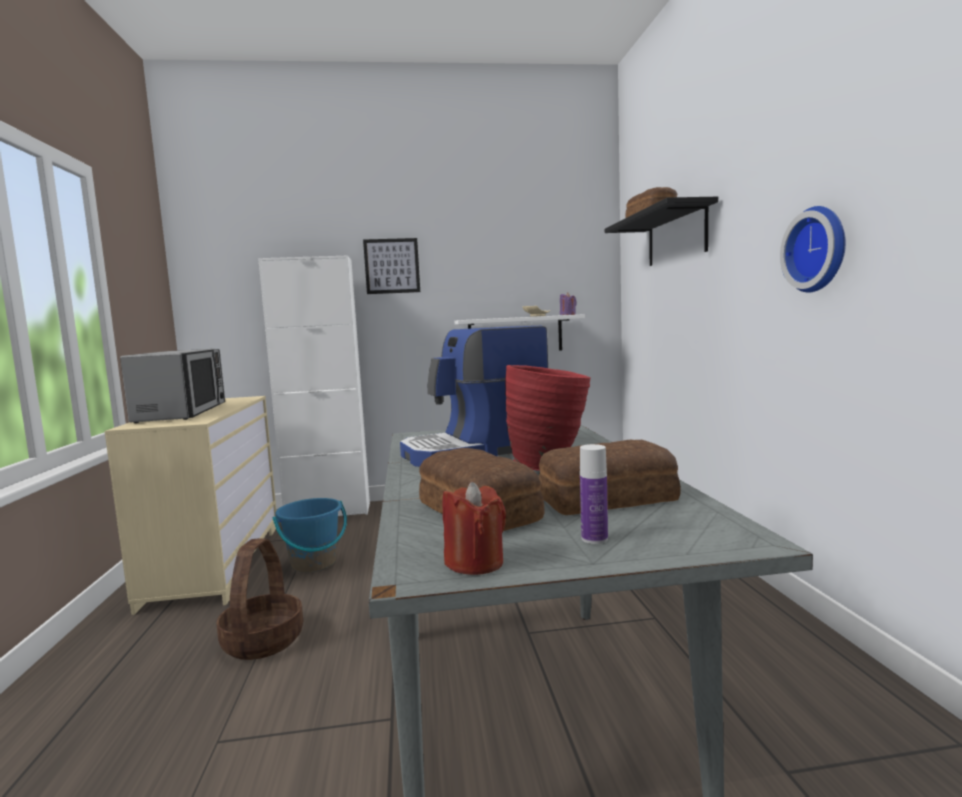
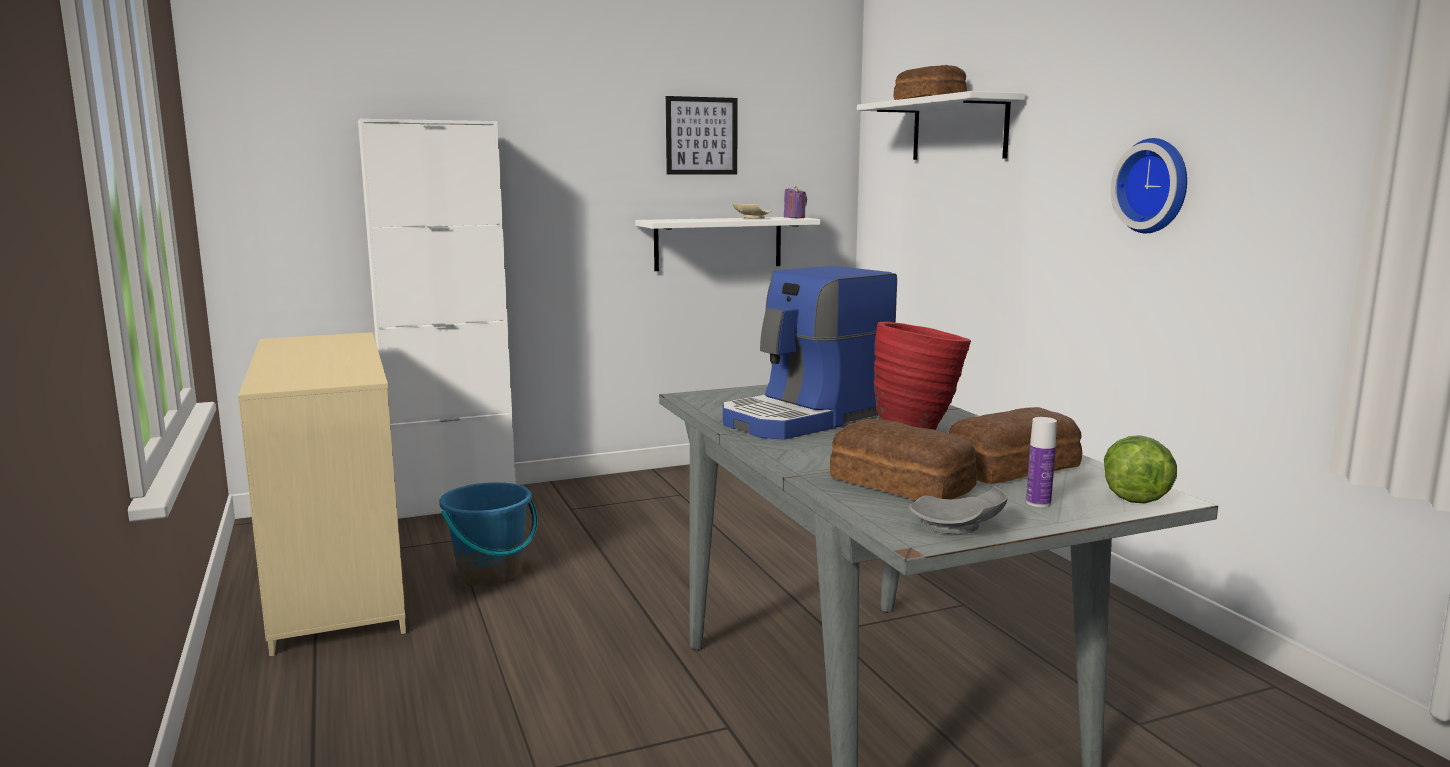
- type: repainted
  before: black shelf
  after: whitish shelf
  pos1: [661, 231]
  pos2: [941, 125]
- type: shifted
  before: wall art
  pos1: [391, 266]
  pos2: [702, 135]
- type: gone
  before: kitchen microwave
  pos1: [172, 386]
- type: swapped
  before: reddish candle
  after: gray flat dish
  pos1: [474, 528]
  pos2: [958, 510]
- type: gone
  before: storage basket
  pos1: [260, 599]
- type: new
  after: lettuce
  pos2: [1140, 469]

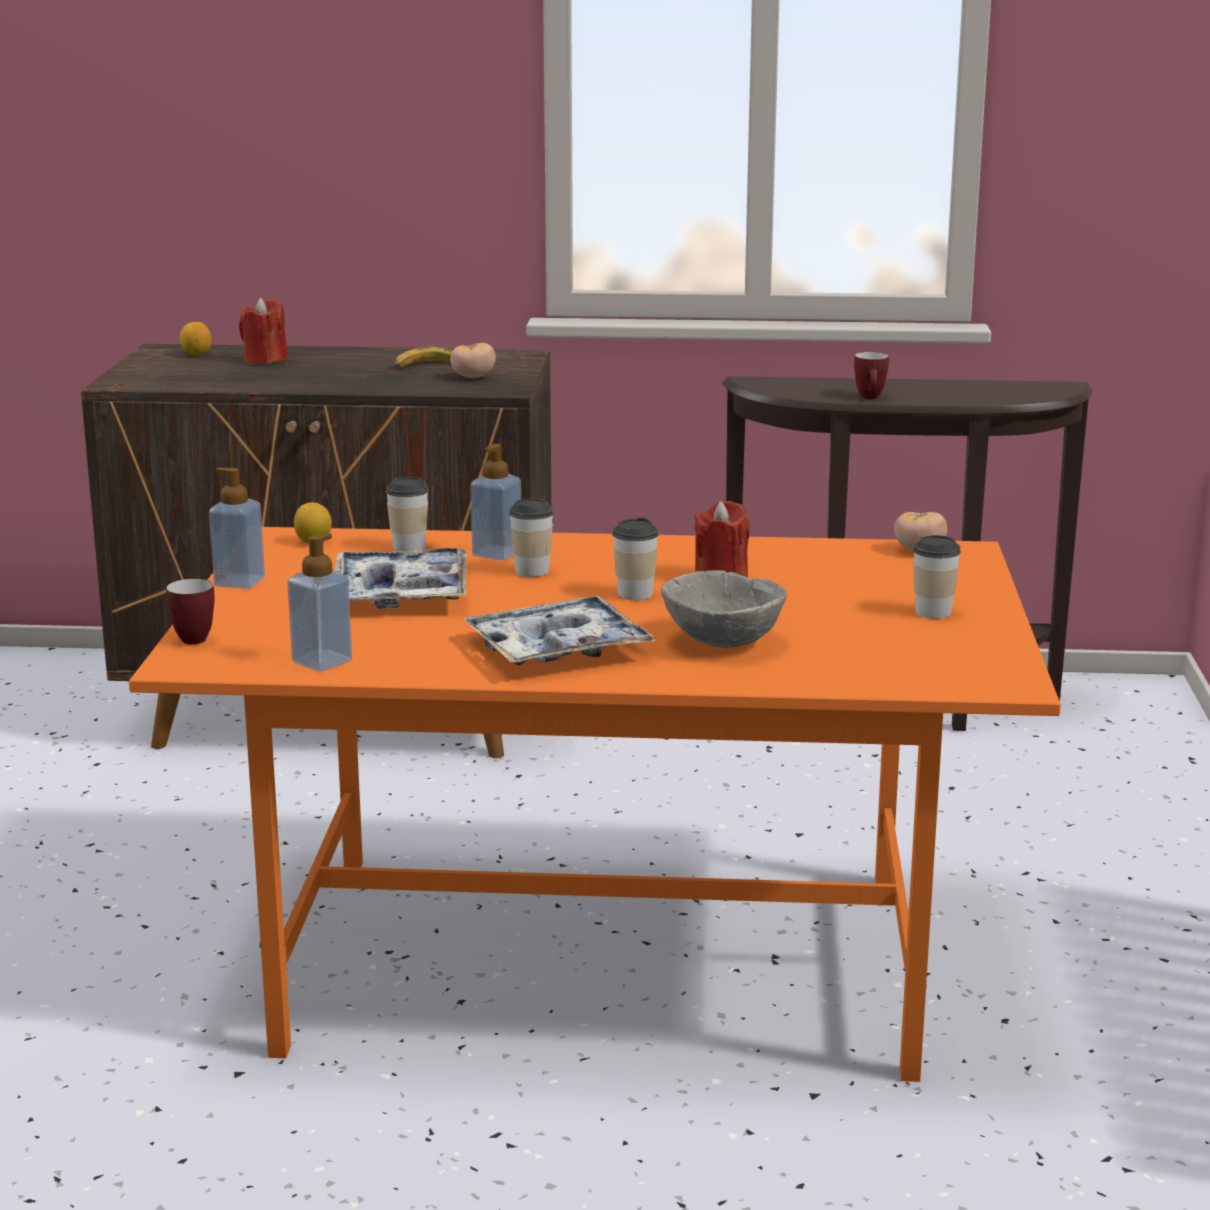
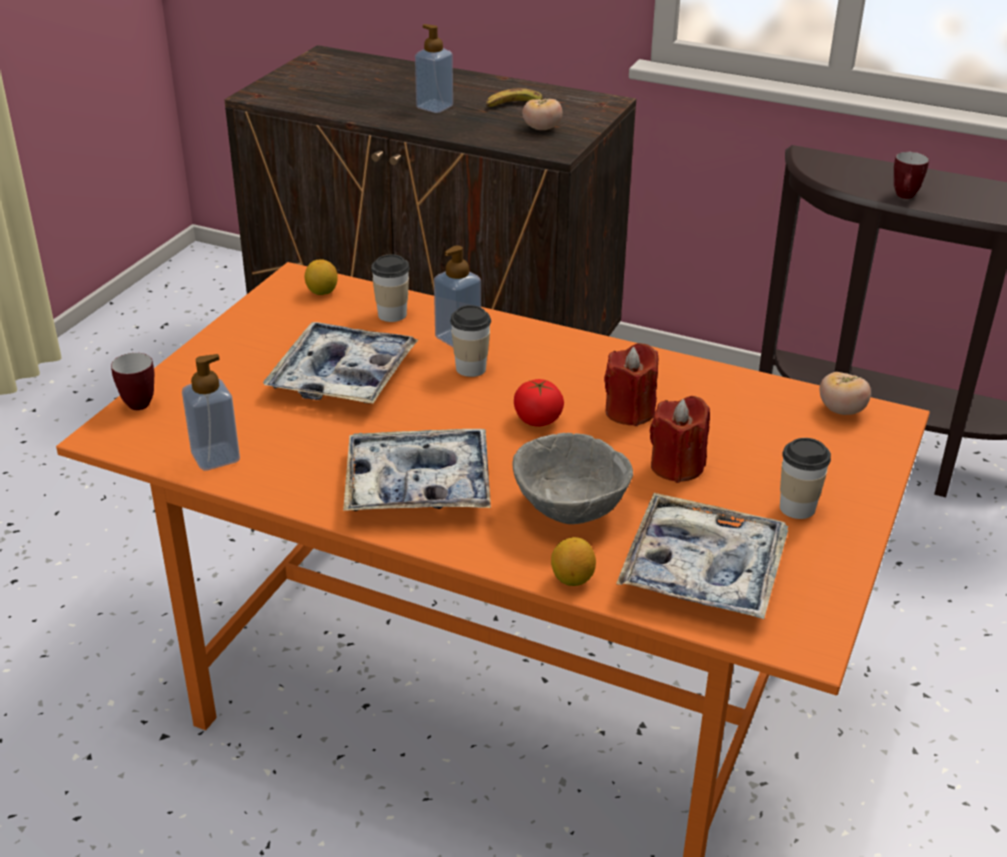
- type: shifted
  before: reddish candle
  pos1: [263, 331]
  pos2: [680, 439]
- type: shifted
  before: citrus fruit
  pos1: [196, 339]
  pos2: [573, 561]
- type: shifted
  before: liquid soap bottle
  pos1: [237, 528]
  pos2: [434, 68]
- type: swapped
  before: cup
  after: fresh tomato
  pos1: [635, 558]
  pos2: [539, 403]
- type: new
  after: tray
  pos2: [702, 556]

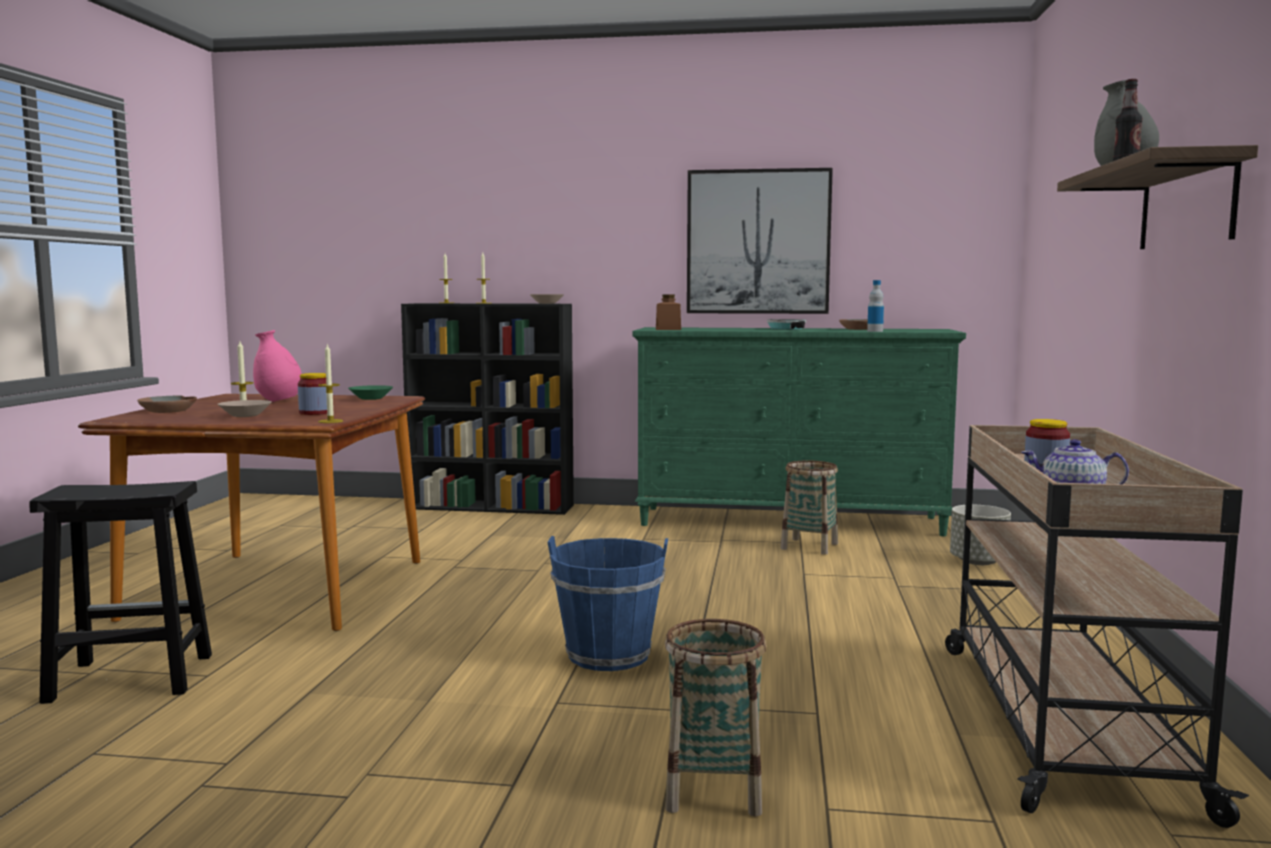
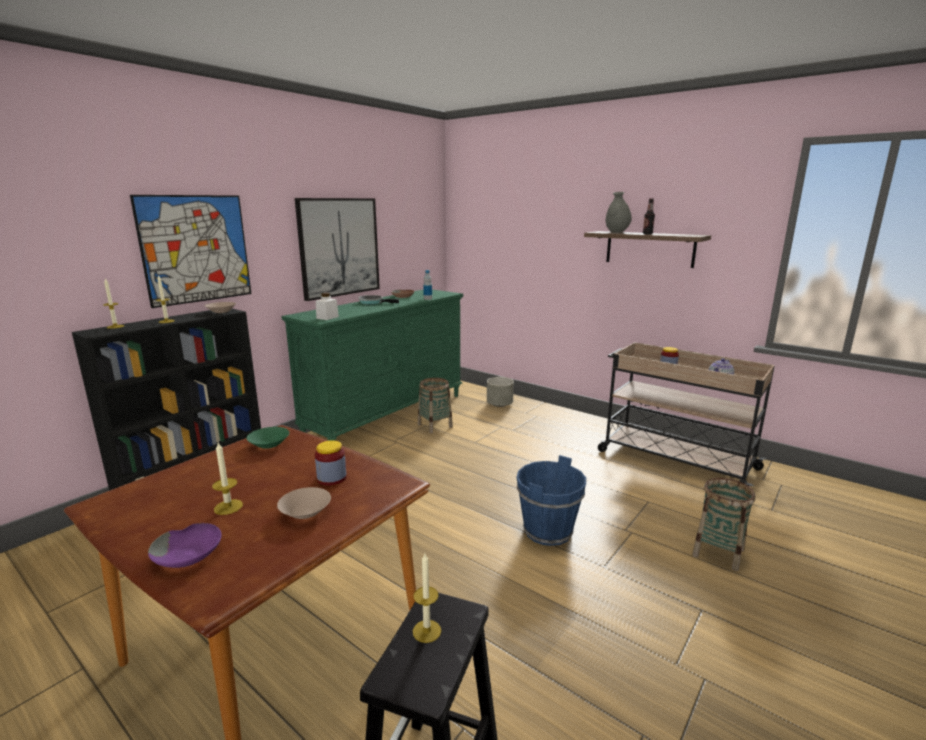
- type: repainted
  before: brownish storage jar
  after: whitish storage jar
  pos1: [668, 312]
  pos2: [327, 306]
- type: gone
  before: pink flower vase
  pos1: [277, 366]
- type: shifted
  before: candle
  pos1: [330, 383]
  pos2: [427, 598]
- type: repainted
  before: brownish serving bowl
  after: purple serving bowl
  pos1: [167, 404]
  pos2: [185, 545]
- type: new
  after: wall art
  pos2: [190, 251]

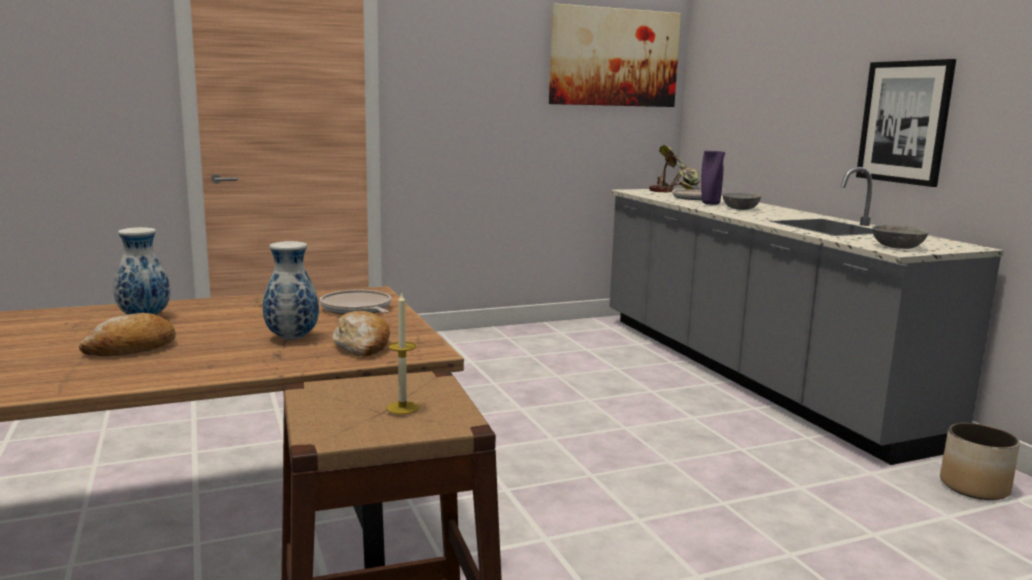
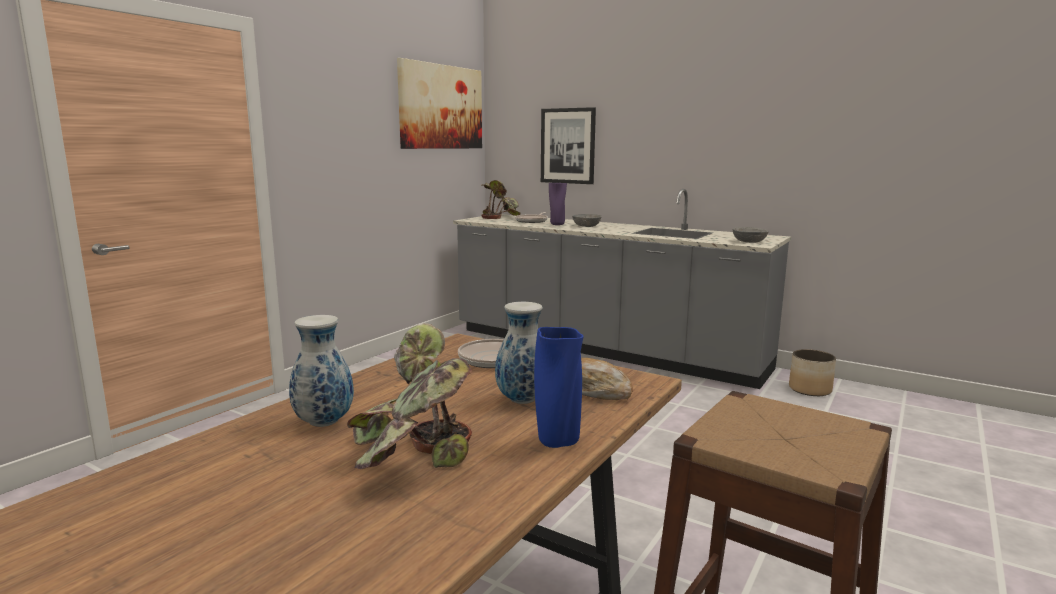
- type: shifted
  before: wall art
  pos1: [906, 123]
  pos2: [568, 145]
- type: gone
  before: candle
  pos1: [402, 353]
- type: swapped
  before: baked bread
  after: houseplant
  pos1: [127, 334]
  pos2: [409, 396]
- type: new
  after: bluish flower vase
  pos2: [559, 387]

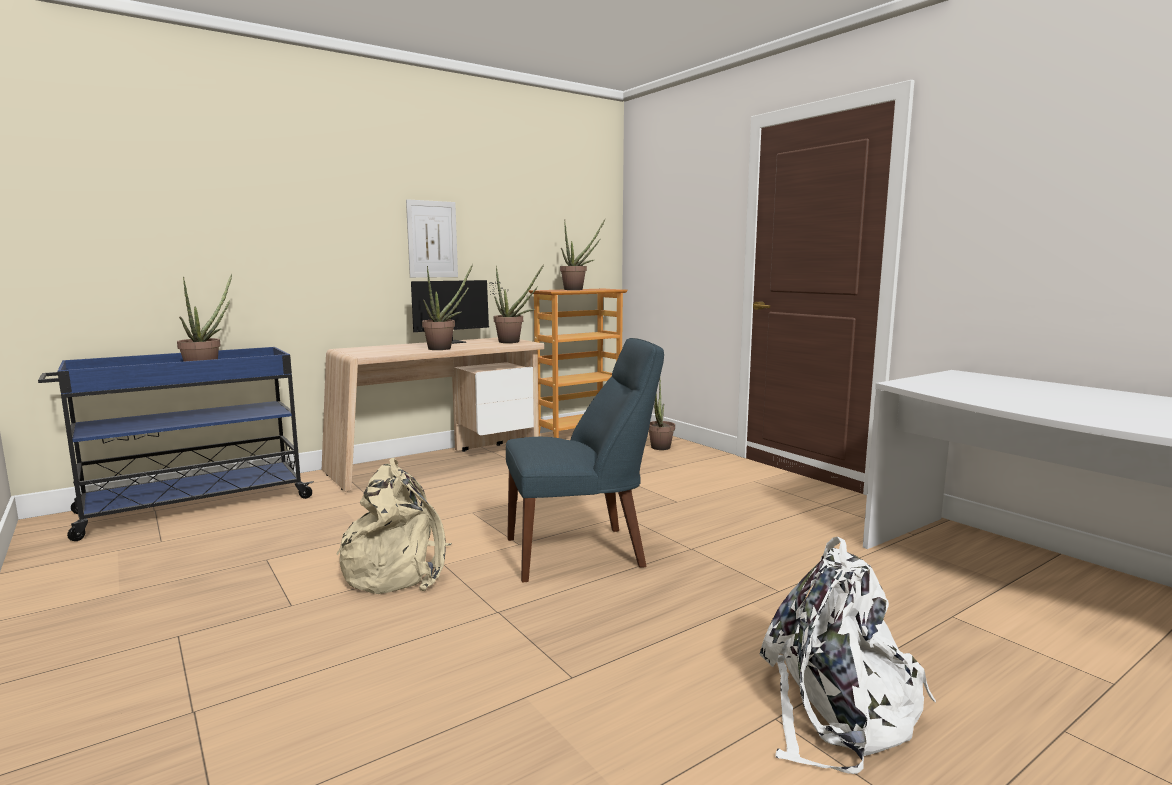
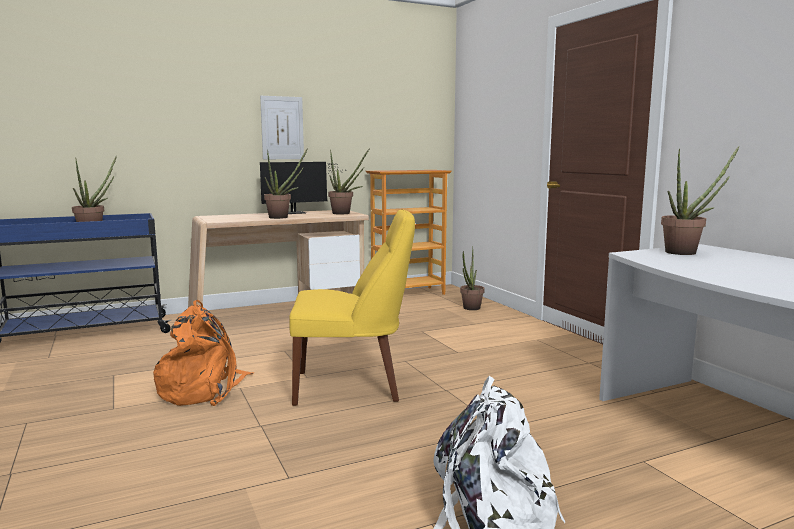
- type: shifted
  before: houseplant
  pos1: [582, 254]
  pos2: [700, 200]
- type: repainted
  before: bluish chair
  after: yellow-coloured chair
  pos1: [585, 460]
  pos2: [352, 307]
- type: repainted
  before: beige-coloured knapsack
  after: orange knapsack
  pos1: [394, 526]
  pos2: [203, 353]

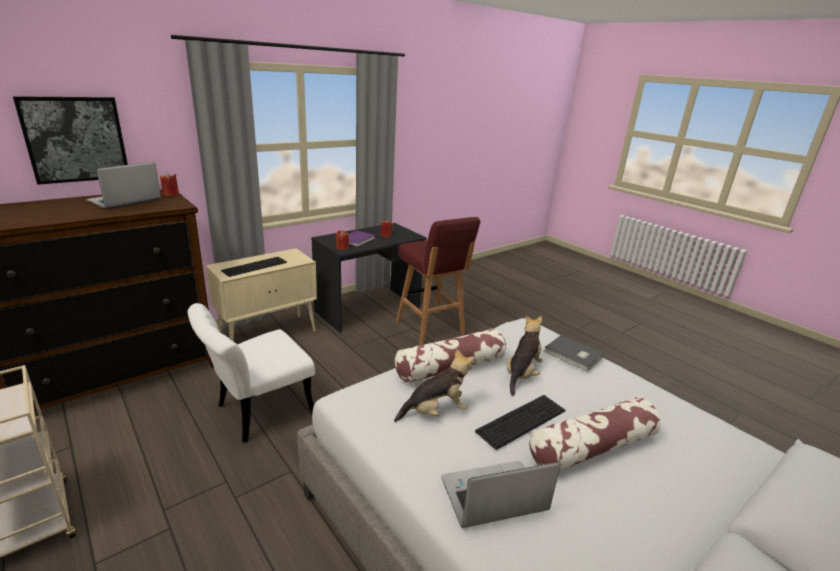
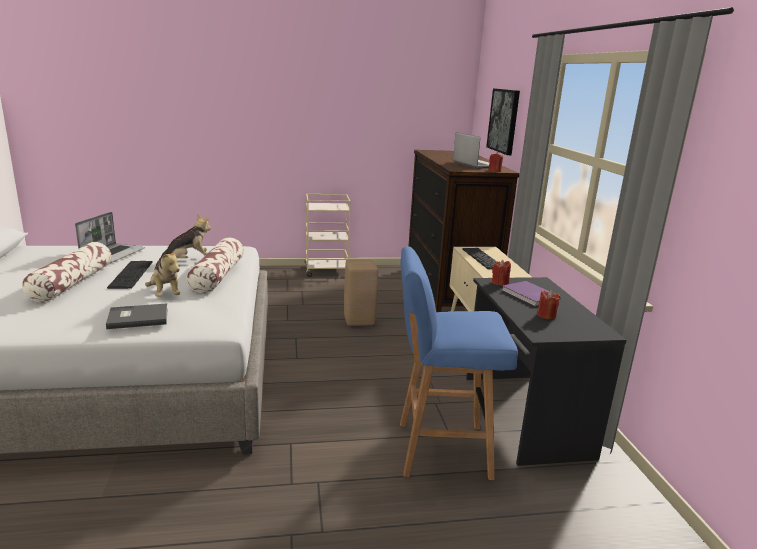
- type: repainted
  before: reddish sitting stool
  after: bluish sitting stool
  pos1: [438, 281]
  pos2: [459, 363]
- type: swapped
  before: whitish chair
  after: beige-coloured sitting stool
  pos1: [251, 373]
  pos2: [361, 293]
- type: rotated
  before: plush toy
  pos1: [434, 385]
  pos2: [183, 240]
  turn: -135

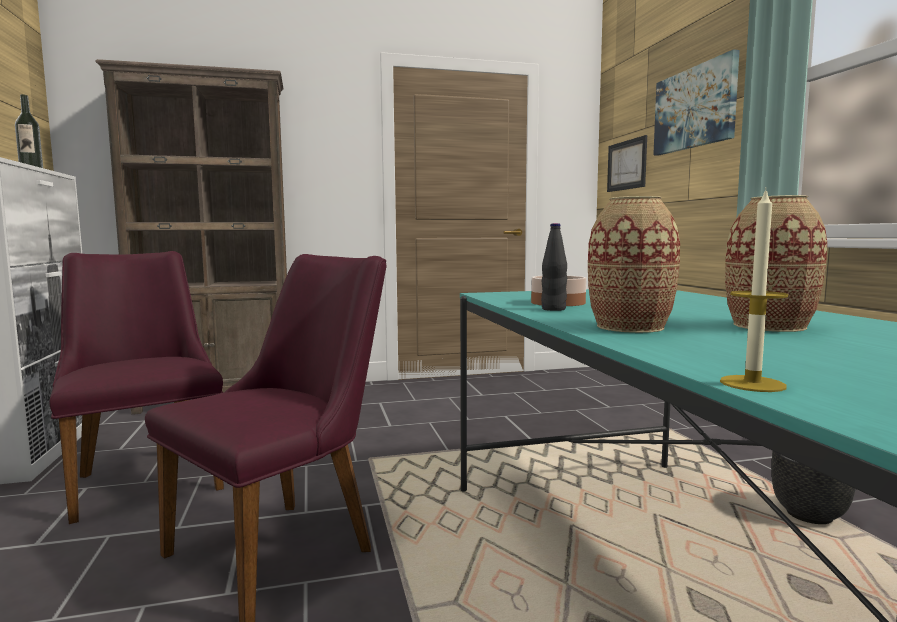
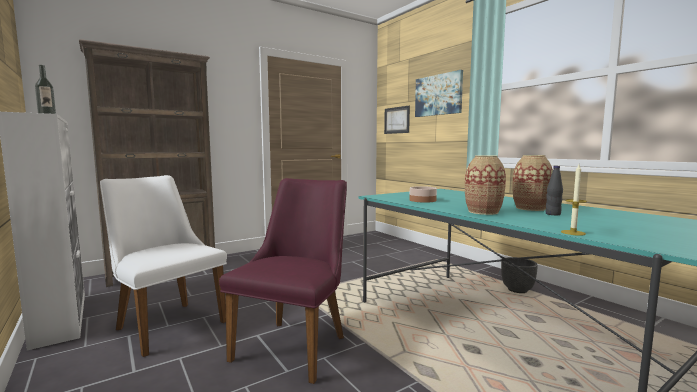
- type: shifted
  before: black drink bottle
  pos1: [554, 267]
  pos2: [554, 190]
- type: repainted
  before: purple chair
  after: whitish chair
  pos1: [136, 387]
  pos2: [163, 266]

